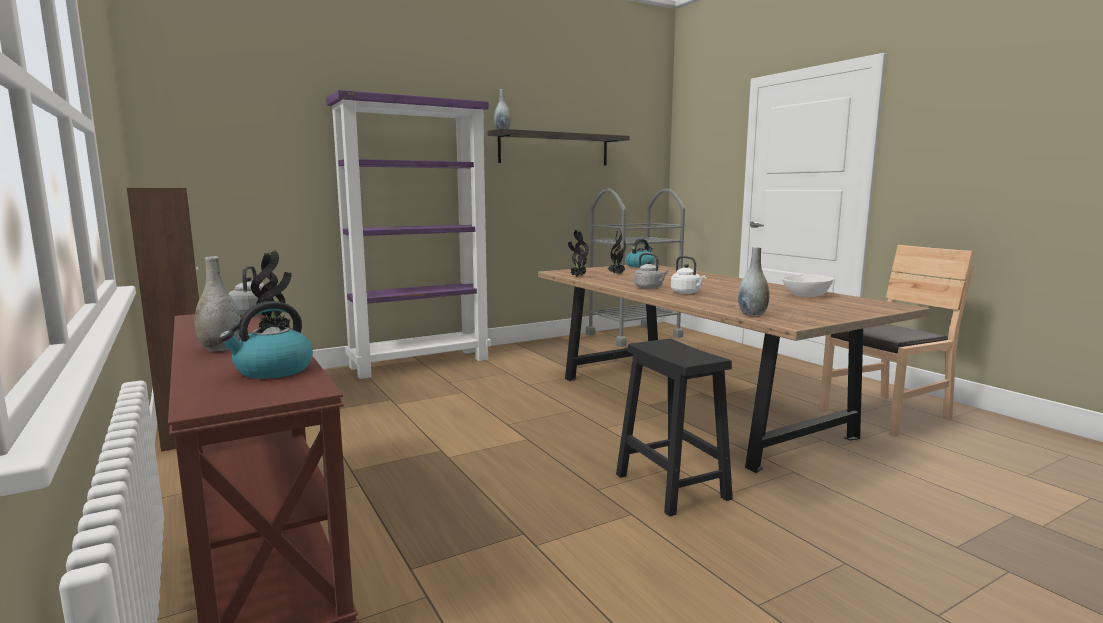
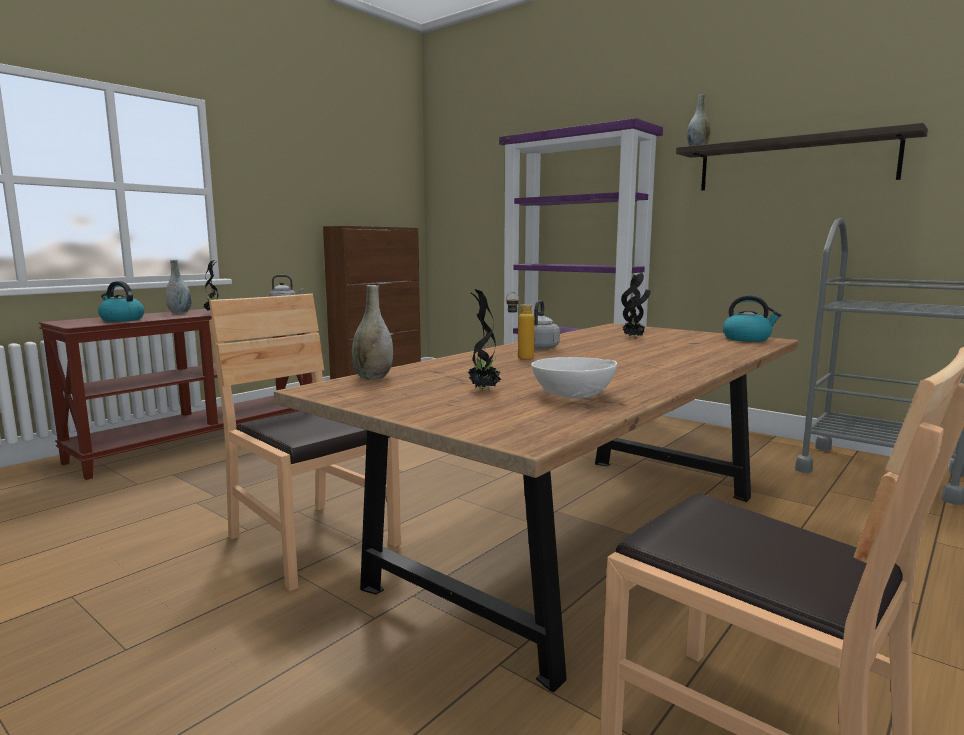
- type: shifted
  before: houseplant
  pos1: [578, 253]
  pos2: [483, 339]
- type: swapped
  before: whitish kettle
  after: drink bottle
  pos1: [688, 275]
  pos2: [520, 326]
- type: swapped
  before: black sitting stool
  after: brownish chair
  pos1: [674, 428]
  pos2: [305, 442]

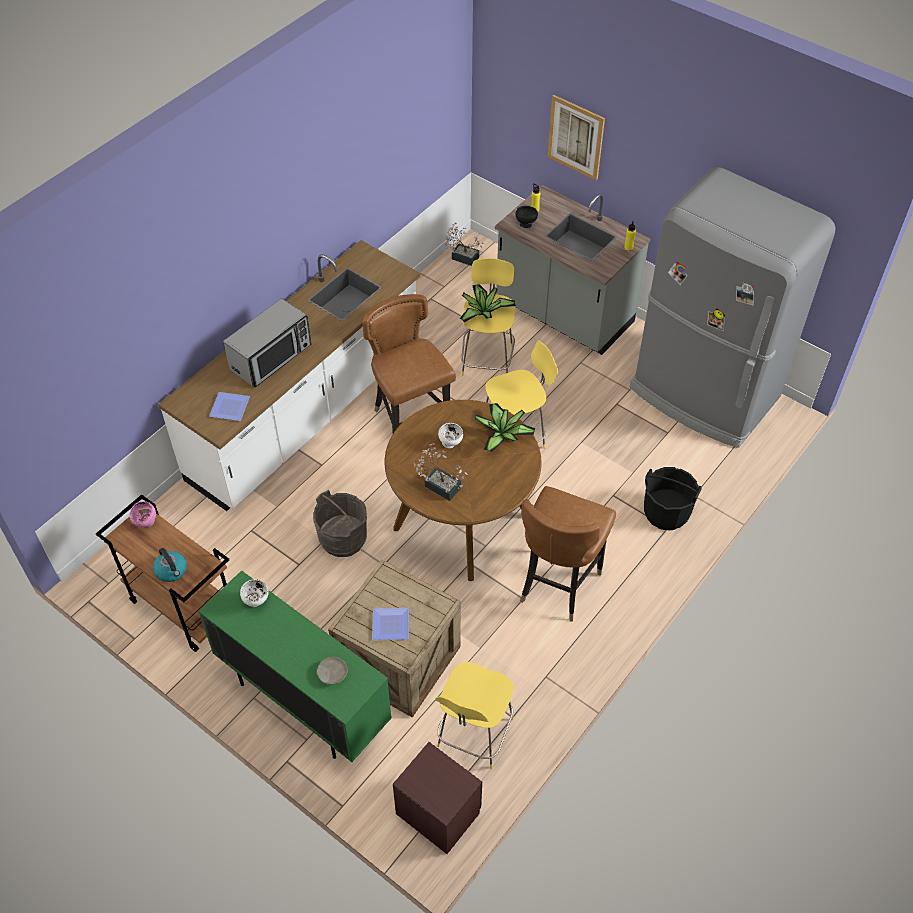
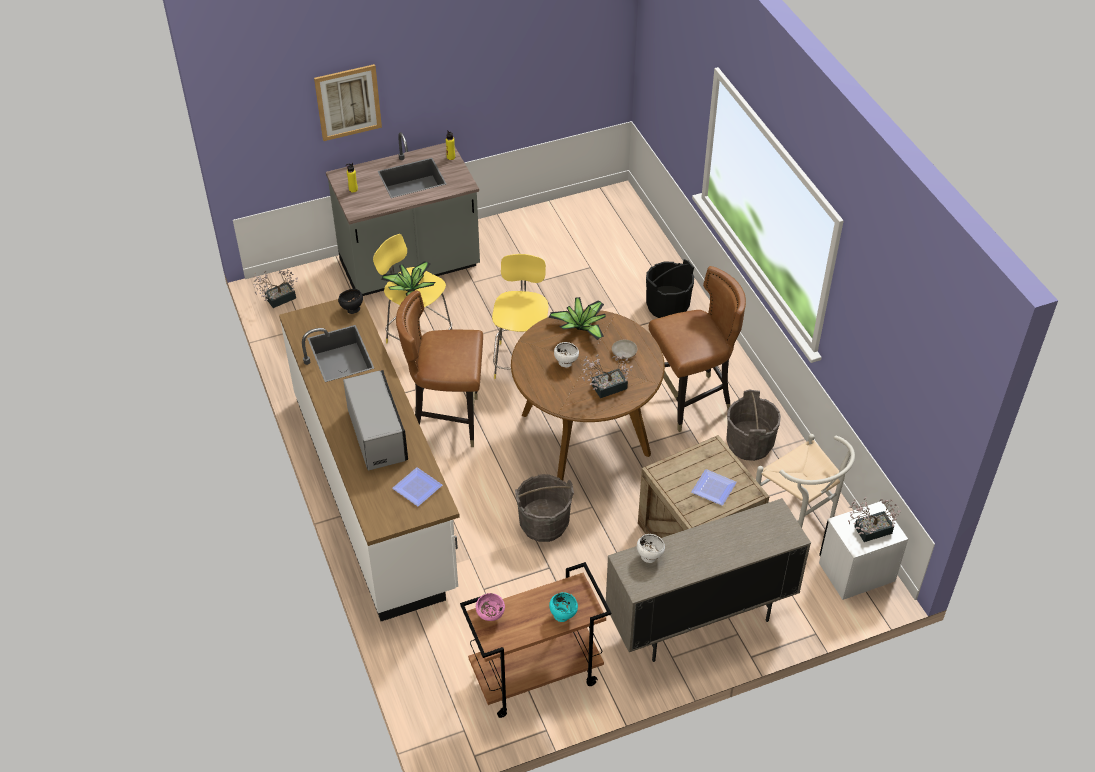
- type: gone
  before: gray fridge
  pos1: [733, 307]
- type: shifted
  before: black serving bowl
  pos1: [527, 217]
  pos2: [350, 301]
- type: rotated
  before: brownish chair
  pos1: [568, 553]
  pos2: [697, 349]
  turn: -75
- type: swapped
  before: kettle
  after: turquoise-coloured serving bowl
  pos1: [170, 565]
  pos2: [563, 607]
- type: repainted
  before: greenish cupboard
  after: beige-coloured cupboard
  pos1: [295, 666]
  pos2: [708, 580]
- type: shifted
  before: beige-coloured flat dish
  pos1: [332, 670]
  pos2: [625, 349]
- type: swapped
  before: yellow-coloured sitting stool
  after: whitish chair
  pos1: [474, 715]
  pos2: [805, 481]
- type: repainted
  before: brownish nightstand
  after: whitish nightstand
  pos1: [437, 798]
  pos2: [863, 550]
- type: new
  after: gray pail
  pos2: [753, 425]
- type: new
  after: houseplant
  pos2: [874, 519]

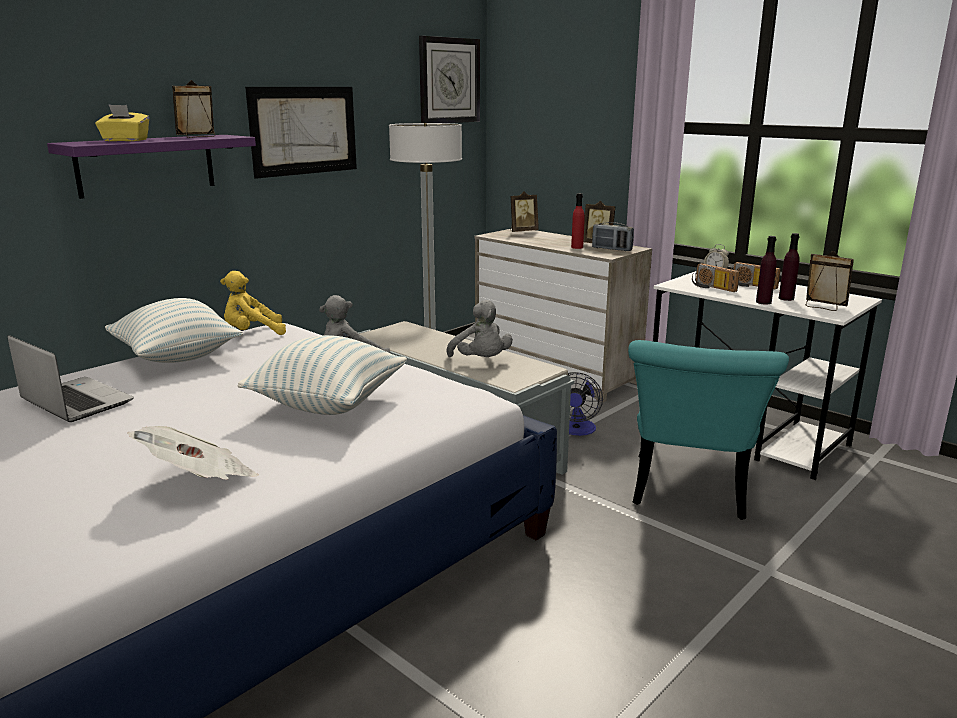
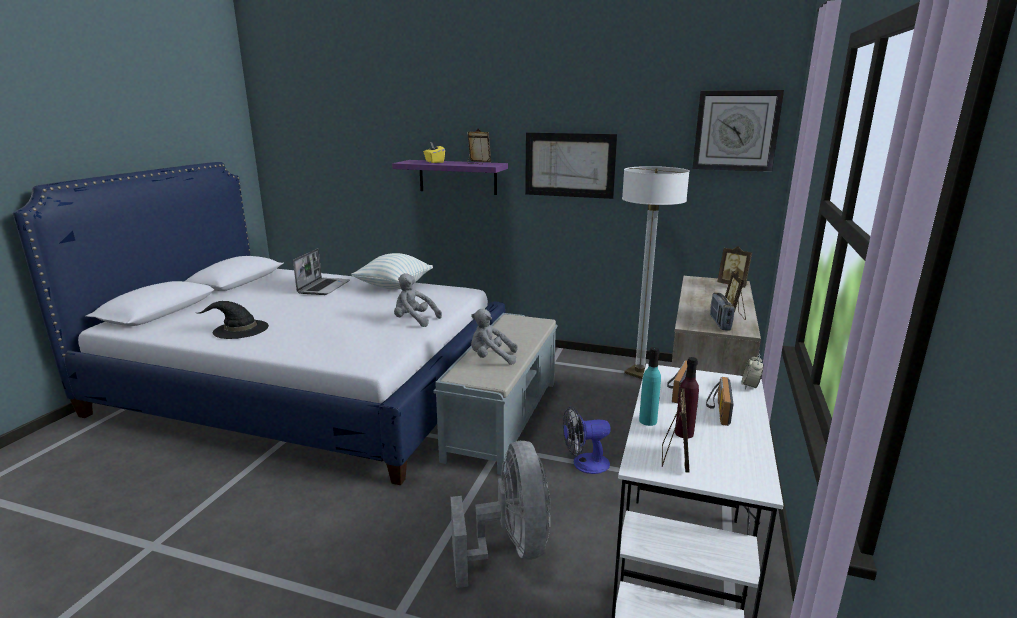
- type: gone
  before: reddish drink bottle
  pos1: [578, 221]
- type: repainted
  before: purple drink bottle
  after: turquoise-coloured drink bottle
  pos1: [766, 270]
  pos2: [650, 386]
- type: gone
  before: yellow-coloured plush toy
  pos1: [253, 303]
- type: rotated
  before: gray plush toy
  pos1: [479, 328]
  pos2: [494, 337]
  turn: 60
- type: gone
  before: pillow
  pos1: [322, 375]
- type: swapped
  before: turquoise-coloured chair
  after: gray cooling fan
  pos1: [708, 430]
  pos2: [501, 514]
- type: swapped
  before: newspaper
  after: black hat
  pos1: [193, 453]
  pos2: [233, 320]

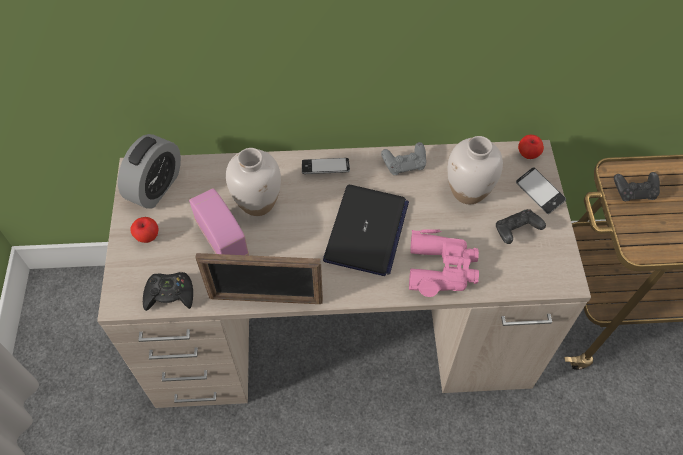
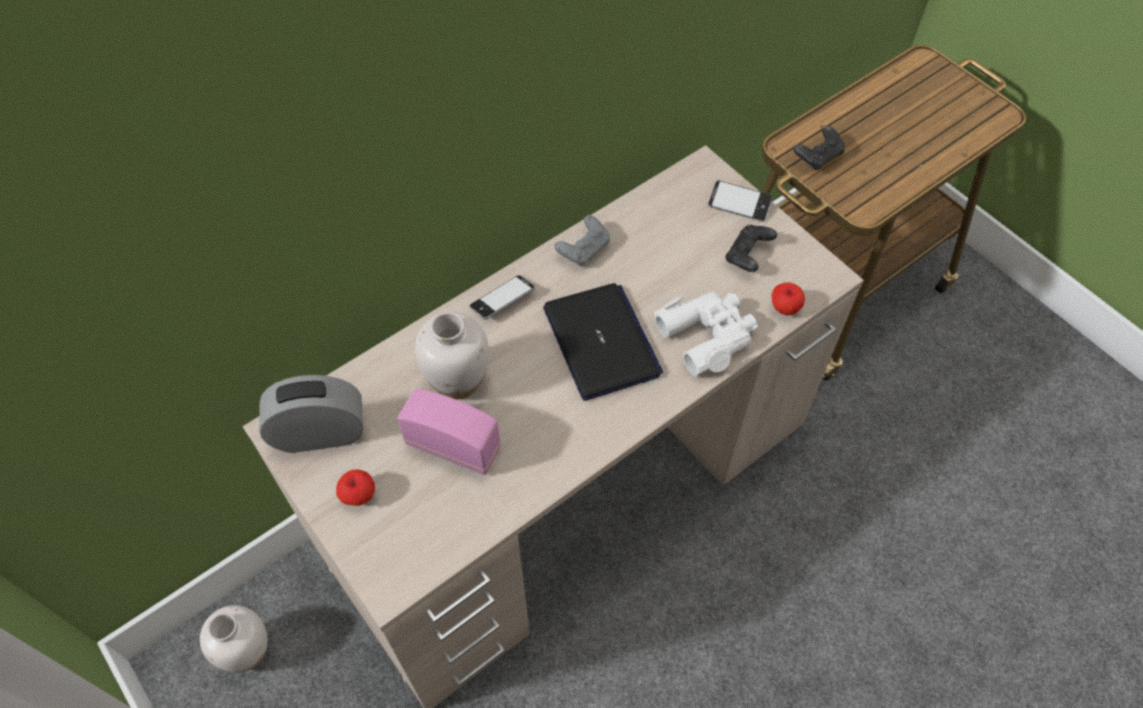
- type: rotated
  before: bedside clock
  pos1: [149, 171]
  pos2: [311, 414]
  turn: -90
- type: shifted
  before: whole apple
  pos1: [531, 147]
  pos2: [788, 298]
- type: shifted
  before: whitish flower vase
  pos1: [475, 170]
  pos2: [234, 638]
- type: repainted
  before: pink field glasses
  after: whitish field glasses
  pos1: [444, 263]
  pos2: [706, 334]
- type: gone
  before: photo frame
  pos1: [259, 278]
- type: gone
  before: black gamepad
  pos1: [168, 291]

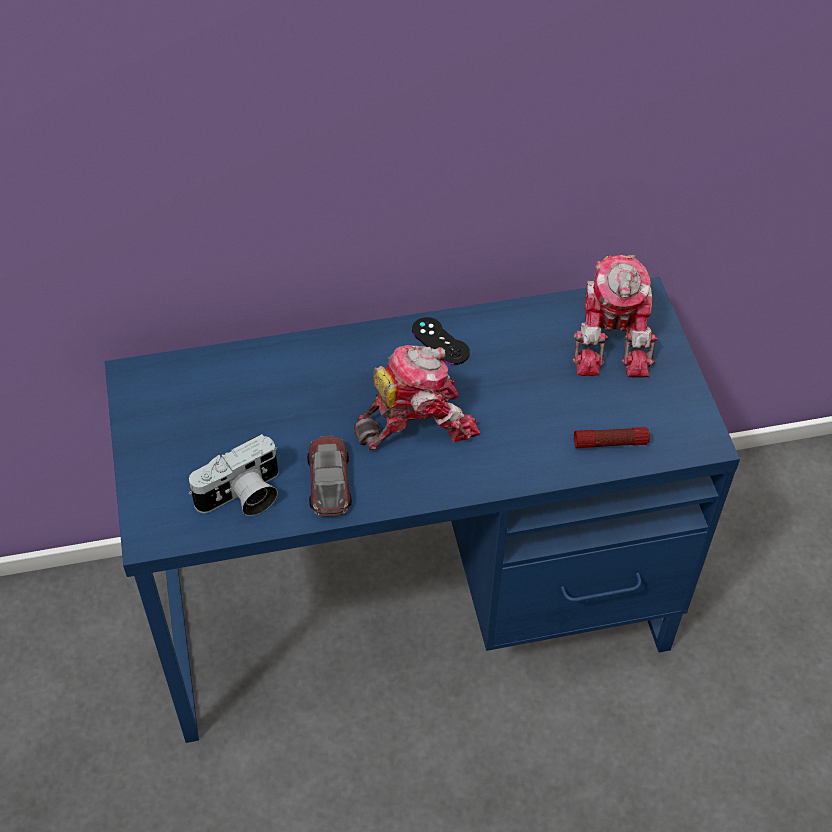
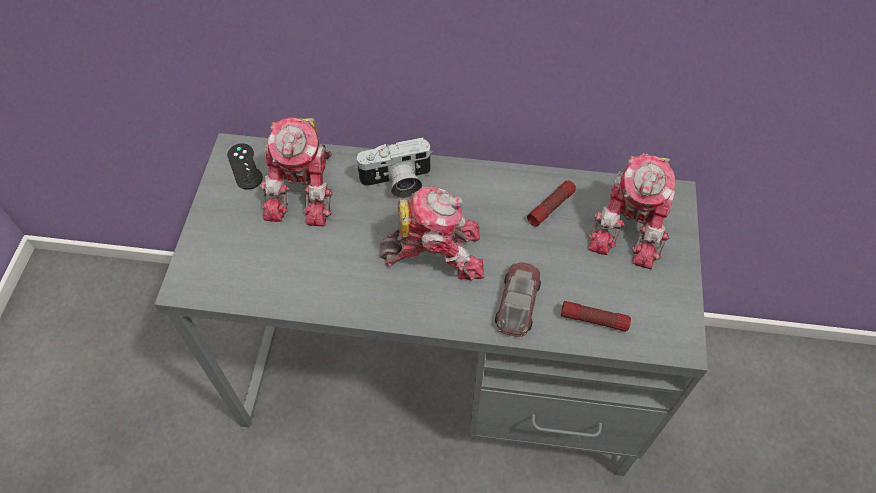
- type: repainted
  before: bluish desk
  after: gray desk
  pos1: [422, 510]
  pos2: [431, 304]
- type: shifted
  before: black gamepad
  pos1: [441, 341]
  pos2: [245, 166]
- type: shifted
  before: still camera
  pos1: [233, 475]
  pos2: [394, 167]
- type: shifted
  before: miniature car
  pos1: [329, 476]
  pos2: [518, 299]
- type: new
  after: robot figure
  pos2: [296, 172]
- type: new
  after: torch
  pos2: [551, 203]

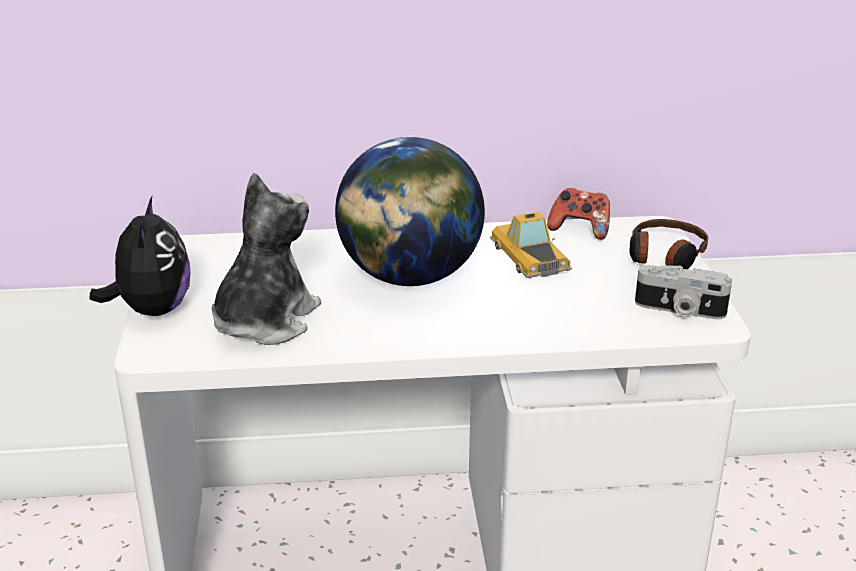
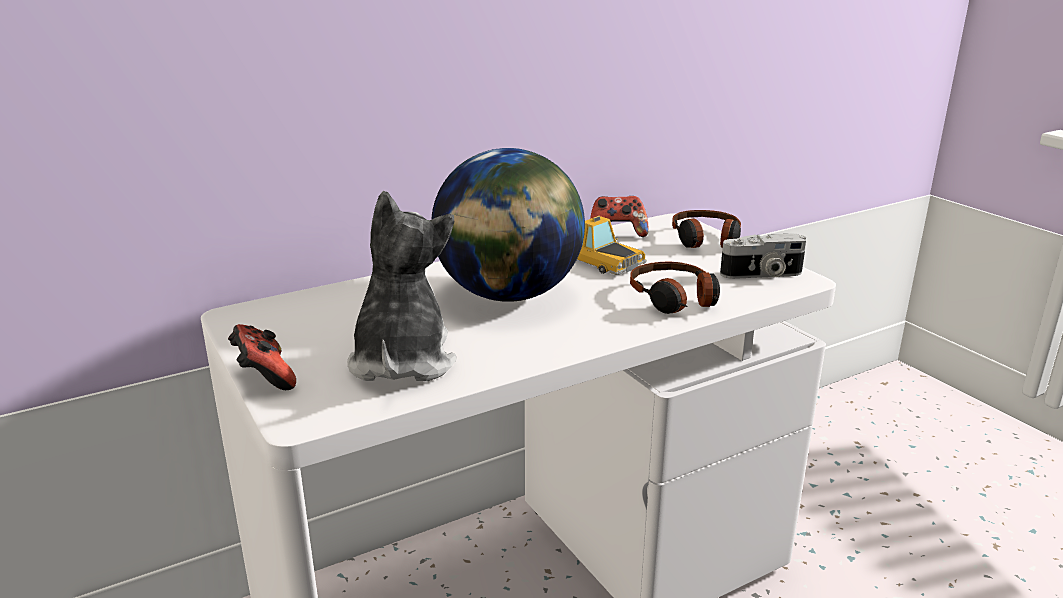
- type: swapped
  before: plush toy
  after: gamepad
  pos1: [140, 256]
  pos2: [262, 357]
- type: new
  after: headphones
  pos2: [675, 288]

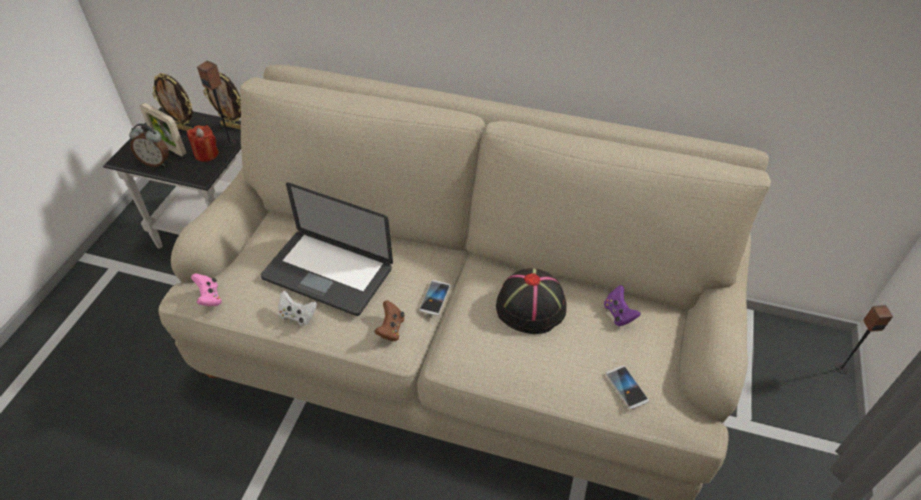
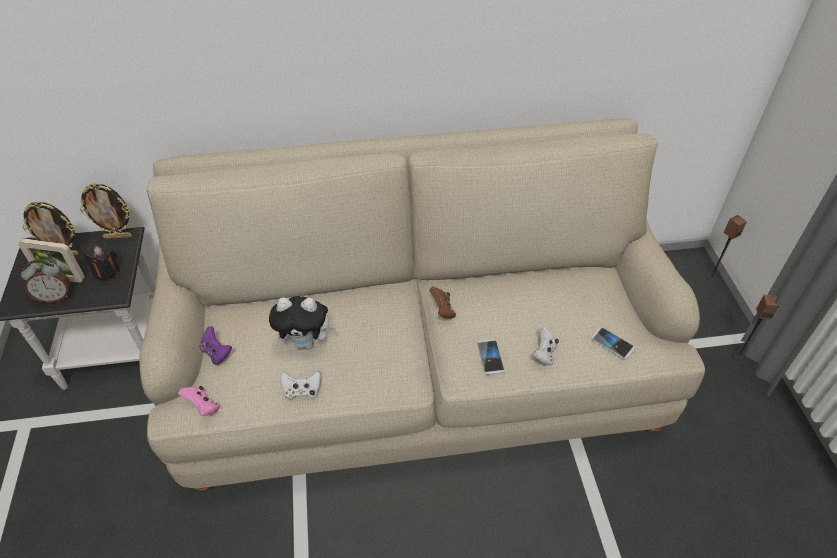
- type: shifted
  before: audio speaker
  pos1: [216, 104]
  pos2: [756, 327]
- type: repainted
  before: reddish candle
  after: black candle
  pos1: [203, 143]
  pos2: [102, 261]
- type: swapped
  before: portable computer
  after: plush toy
  pos1: [326, 249]
  pos2: [302, 322]
- type: gone
  before: black hat
  pos1: [531, 301]
- type: shifted
  before: telephone
  pos1: [434, 298]
  pos2: [491, 357]
- type: shifted
  before: purple gamepad
  pos1: [622, 305]
  pos2: [216, 345]
- type: shifted
  before: brownish gamepad
  pos1: [389, 320]
  pos2: [442, 303]
- type: new
  after: whitish gamepad
  pos2: [546, 346]

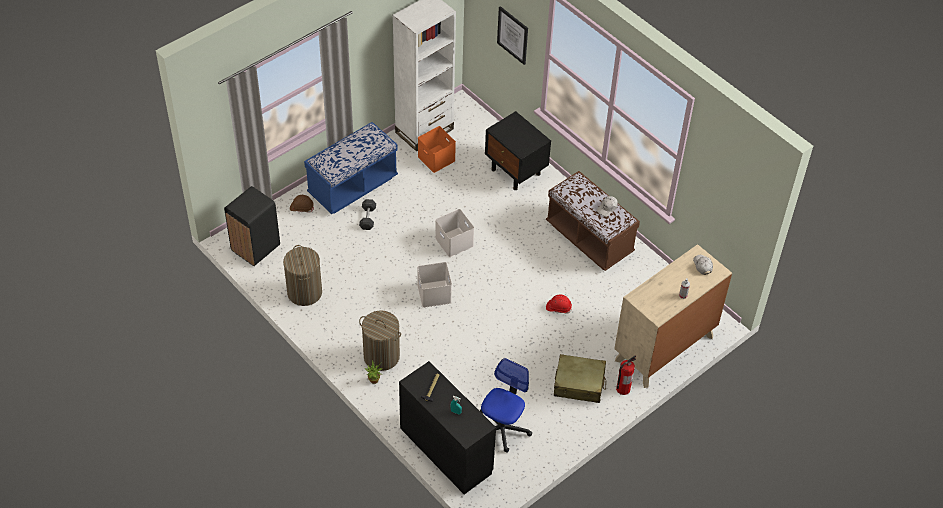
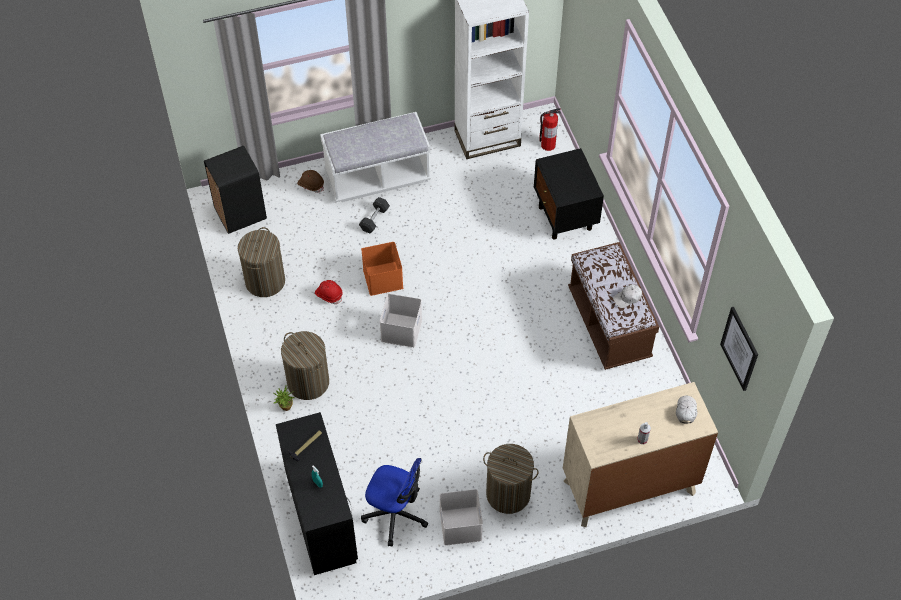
- type: shifted
  before: wall art
  pos1: [512, 35]
  pos2: [739, 349]
- type: repainted
  before: bluish long seat
  after: whitish long seat
  pos1: [351, 168]
  pos2: [375, 157]
- type: shifted
  before: orange storage container
  pos1: [437, 149]
  pos2: [382, 269]
- type: shifted
  before: whitish storage container
  pos1: [454, 233]
  pos2: [461, 517]
- type: shifted
  before: reddish safety helmet
  pos1: [559, 304]
  pos2: [329, 292]
- type: swapped
  before: beige-coloured suitcase
  after: washing basket
  pos1: [580, 378]
  pos2: [511, 479]
- type: shifted
  before: extinguisher
  pos1: [626, 375]
  pos2: [550, 129]
- type: rotated
  before: office chair
  pos1: [506, 405]
  pos2: [394, 502]
  turn: 60

